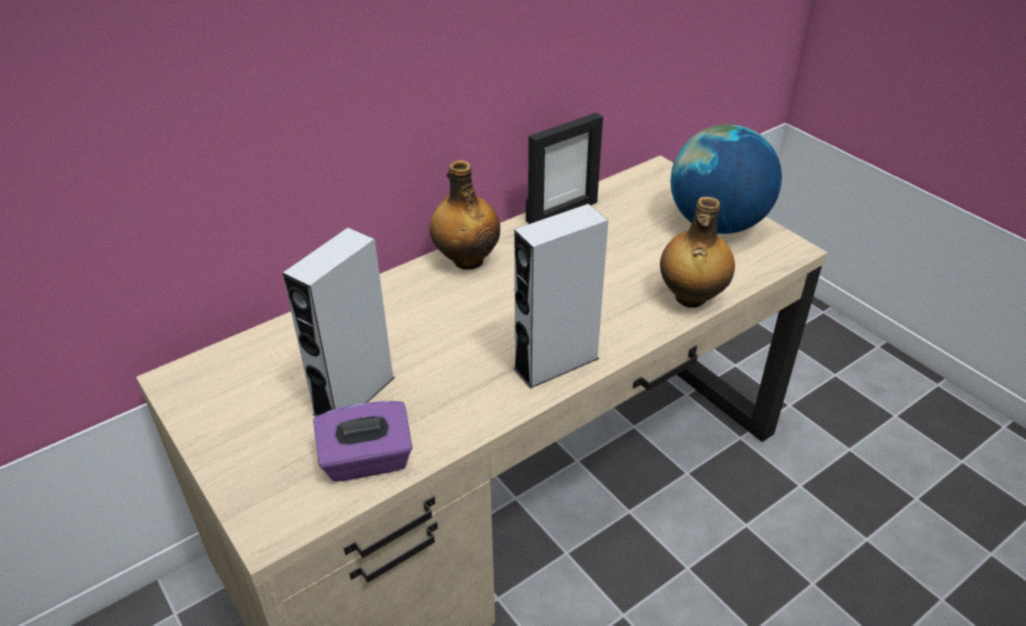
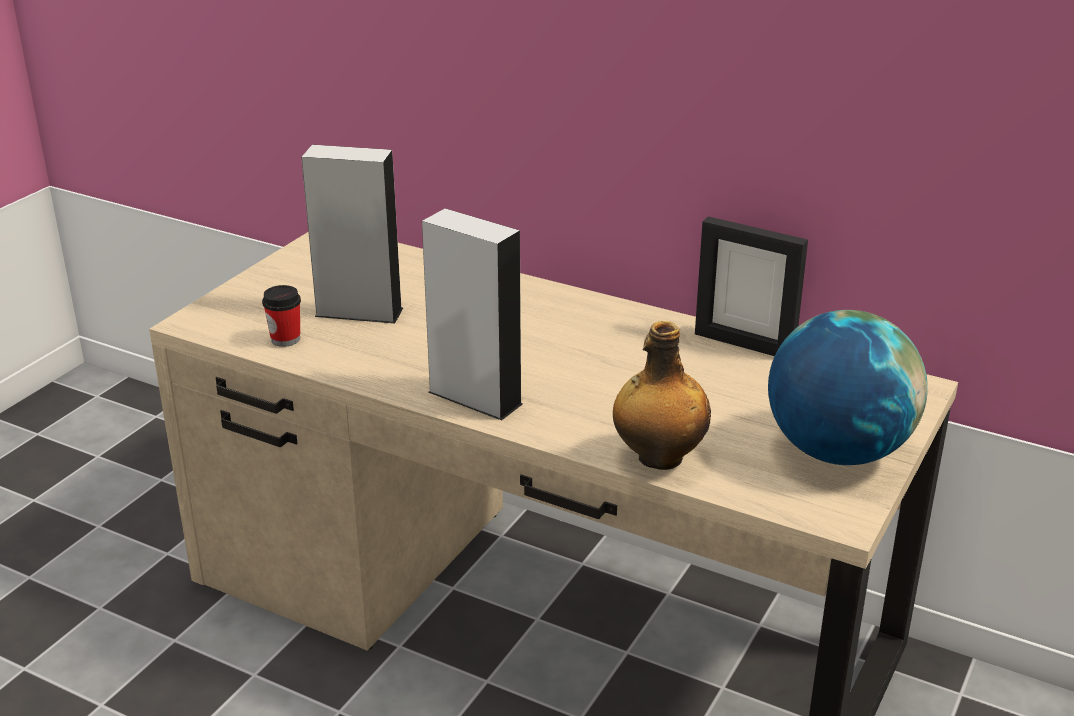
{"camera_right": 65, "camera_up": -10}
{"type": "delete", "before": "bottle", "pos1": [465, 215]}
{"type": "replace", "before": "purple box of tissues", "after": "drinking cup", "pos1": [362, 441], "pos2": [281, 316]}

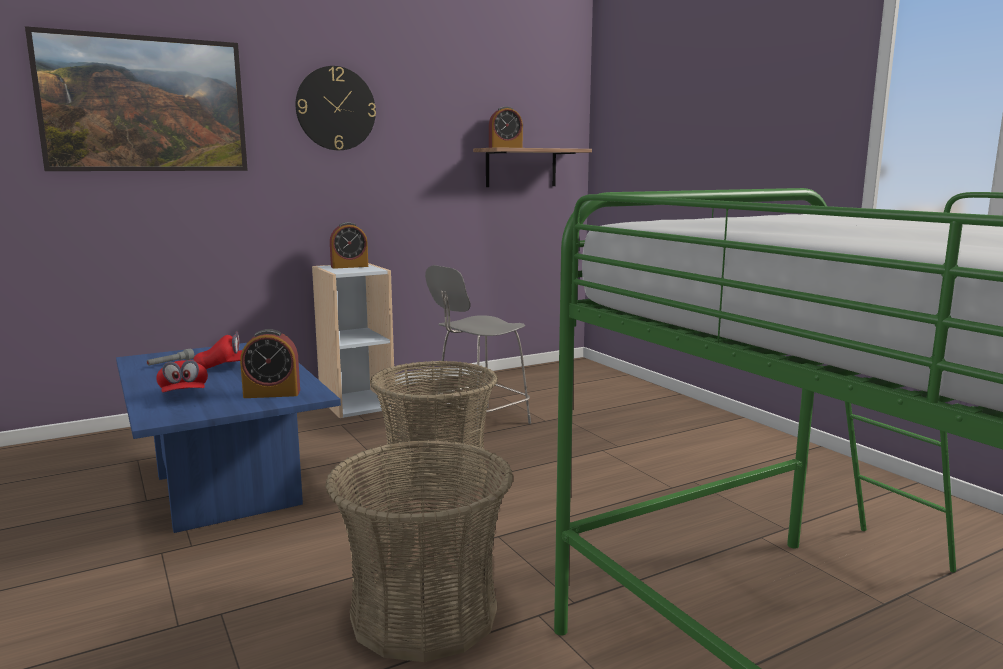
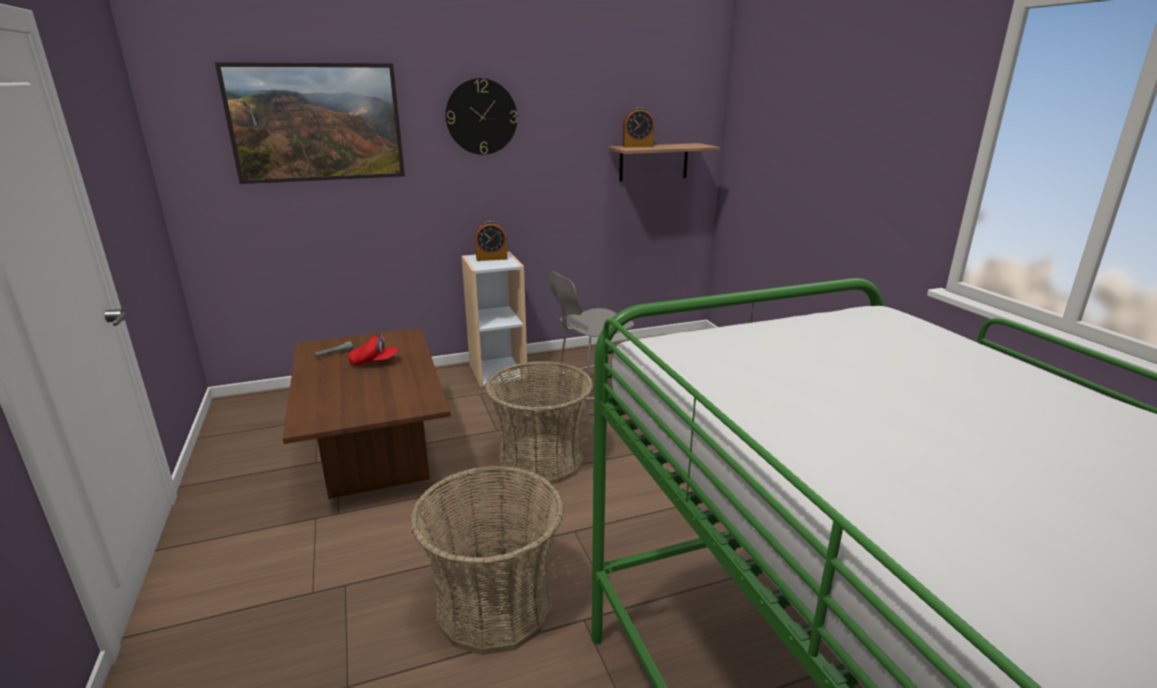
{"camera_right": 10, "camera_up": 10}
{"type": "delete", "before": "reddish baseball cap", "pos1": [182, 376]}
{"type": "delete", "before": "alarm clock", "pos1": [270, 363]}
{"type": "recolor", "before": "blue coffee table", "after": "brownish coffee table", "pos1": [228, 438], "pos2": [367, 413]}

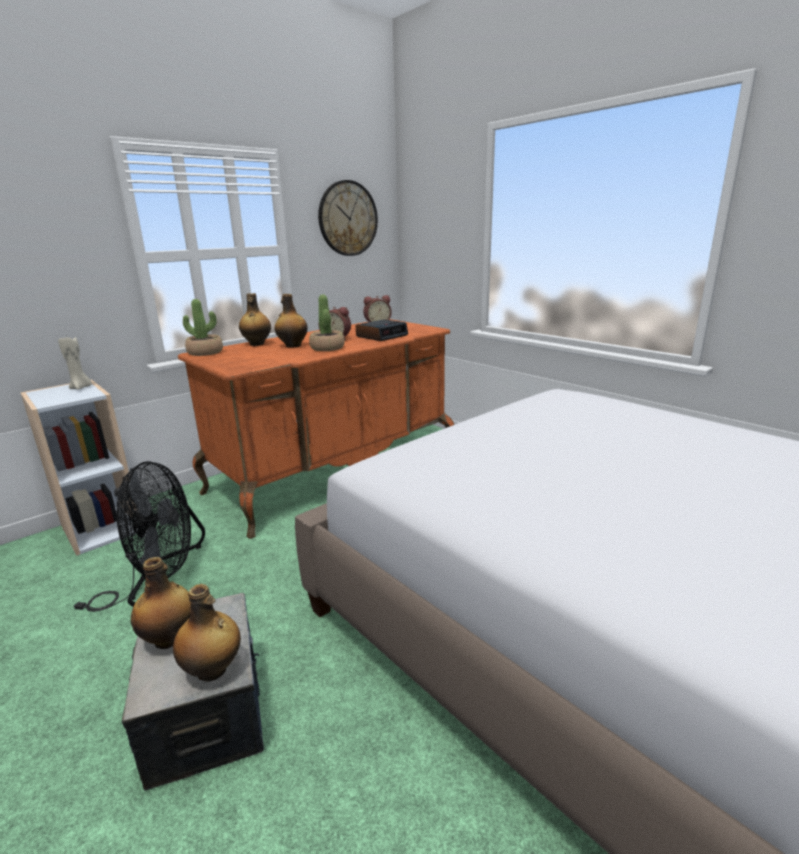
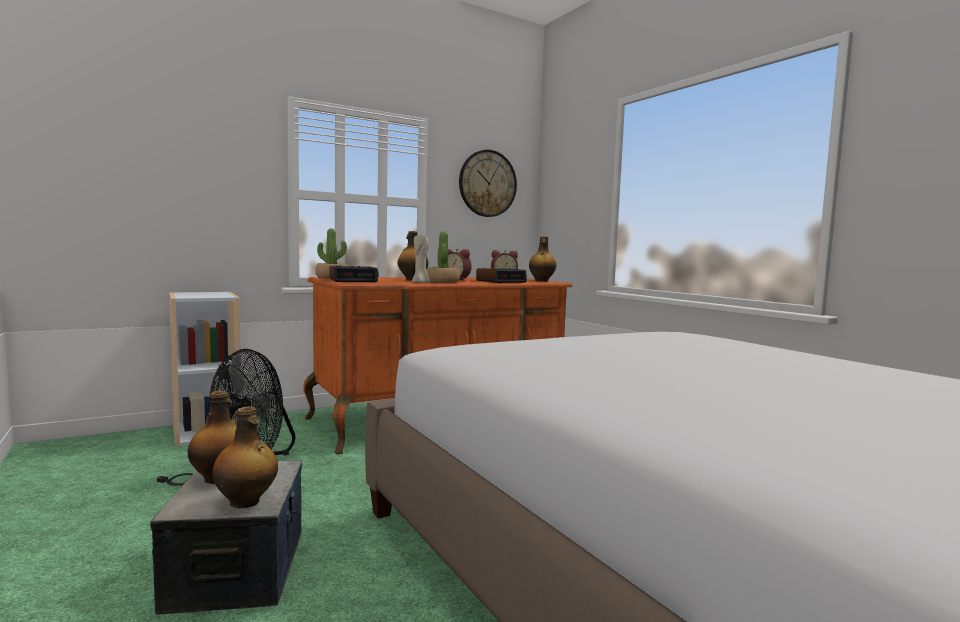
{"camera_right": 10, "camera_up": -15}
{"type": "insert", "after": "alarm clock", "pos2": [354, 273]}
{"type": "move", "before": "sand-coloured wax candle", "pos1": [75, 362], "pos2": [421, 259]}
{"type": "move", "before": "bottle", "pos1": [255, 319], "pos2": [543, 259]}

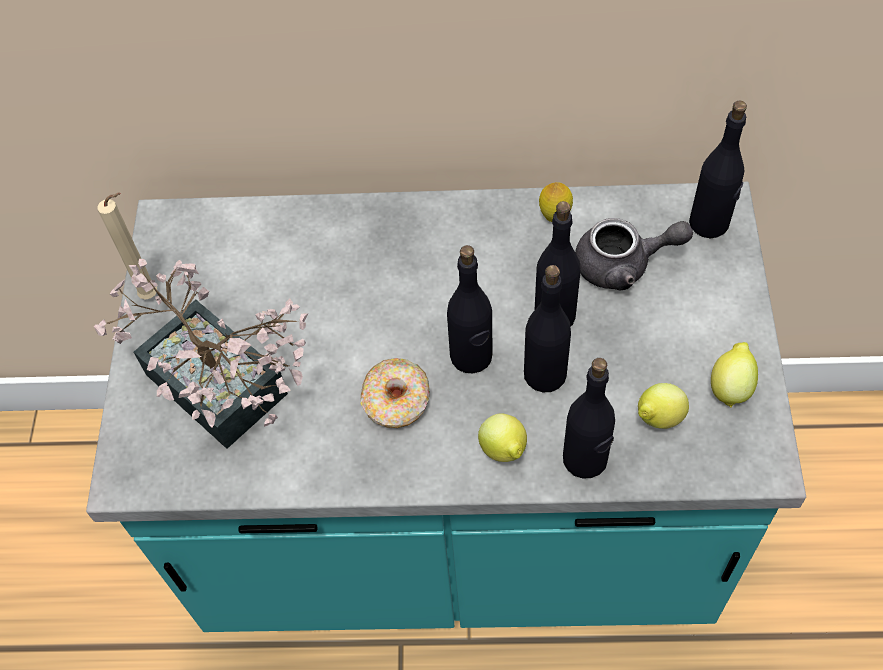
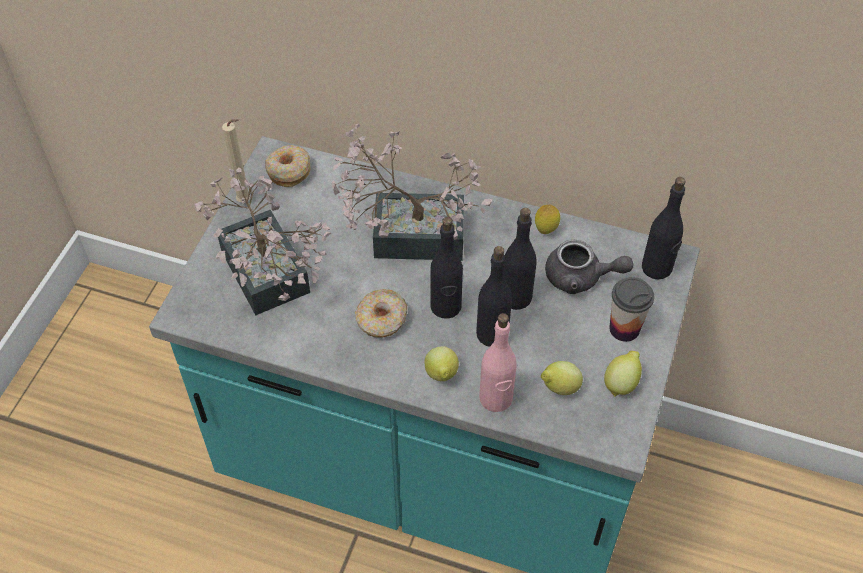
{"camera_right": 15, "camera_up": -5}
{"type": "insert", "after": "donut", "pos2": [288, 166]}
{"type": "insert", "after": "houseplant", "pos2": [412, 192]}
{"type": "insert", "after": "drinking cup", "pos2": [631, 309]}
{"type": "recolor", "before": "black bottle", "after": "pink bottle", "pos1": [589, 418], "pos2": [498, 362]}

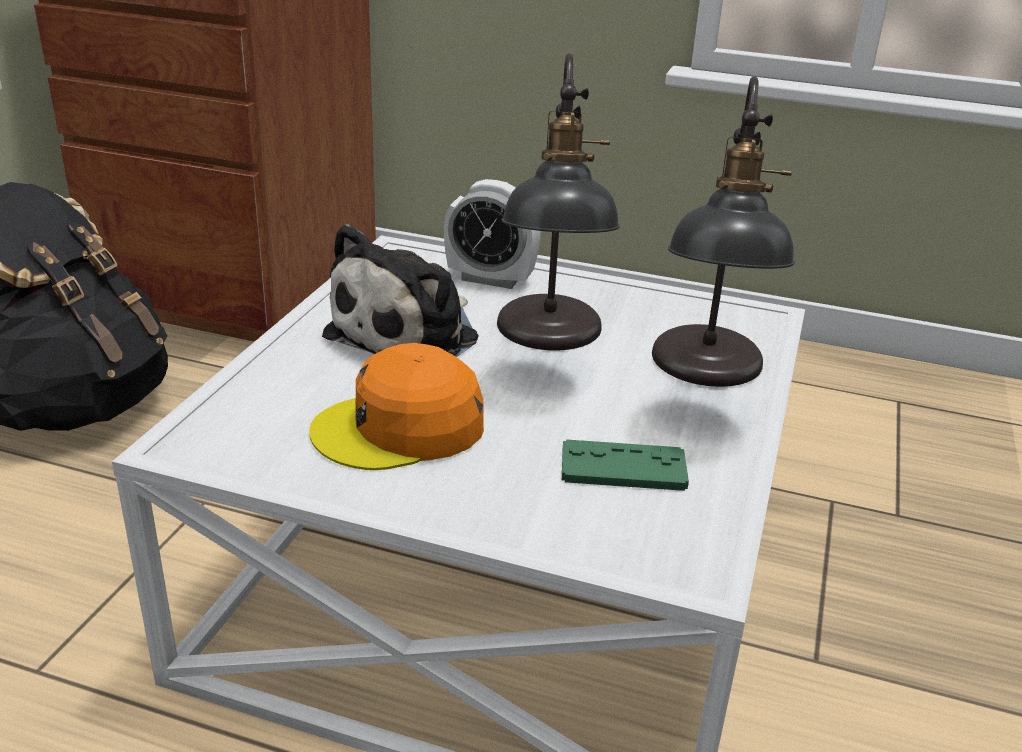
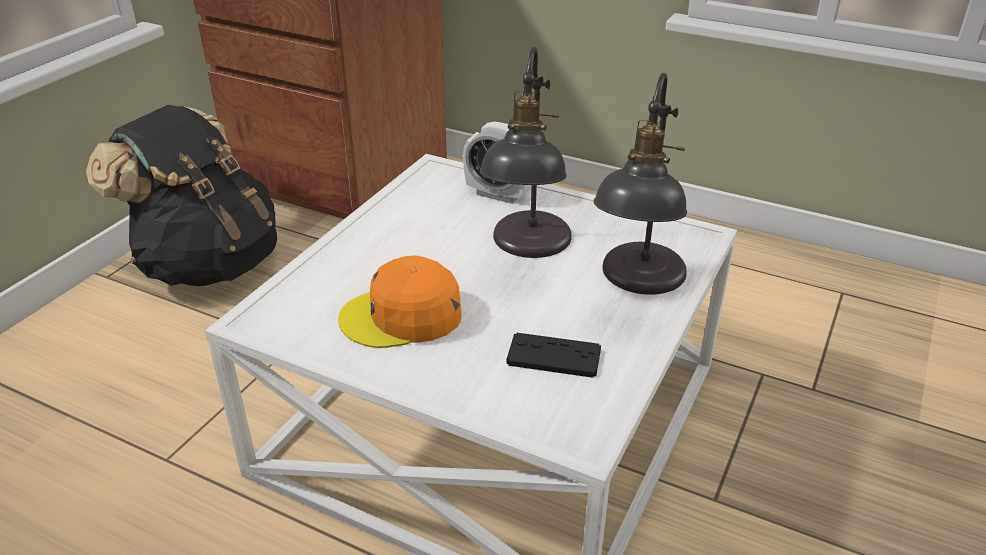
{"camera_right": 10, "camera_up": 5}
{"type": "delete", "before": "plush toy", "pos1": [400, 290]}
{"type": "recolor", "before": "green-coloured gamepad", "after": "black gamepad", "pos1": [625, 465], "pos2": [553, 355]}

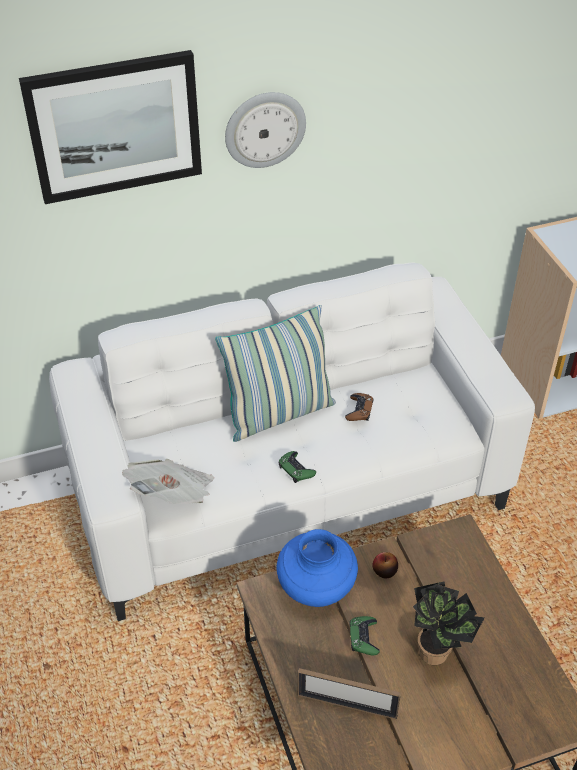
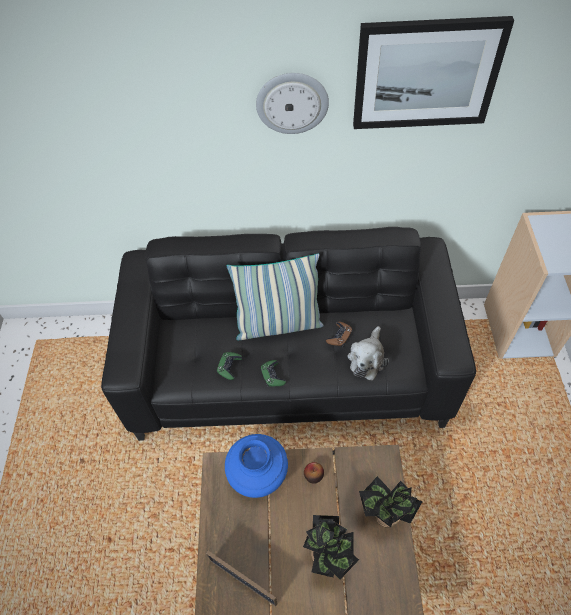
{"camera_right": 20, "camera_up": 10}
{"type": "delete", "before": "daily paper", "pos1": [168, 481]}
{"type": "insert", "after": "plush toy", "pos2": [368, 353]}
{"type": "insert", "after": "houseplant", "pos2": [391, 501]}
{"type": "move", "before": "wall art", "pos1": [110, 127], "pos2": [433, 72]}
{"type": "move", "before": "green-coloured gamepad", "pos1": [365, 635], "pos2": [229, 366]}
{"type": "recolor", "before": "white-coloured settee", "after": "black settee", "pos1": [292, 442], "pos2": [288, 334]}

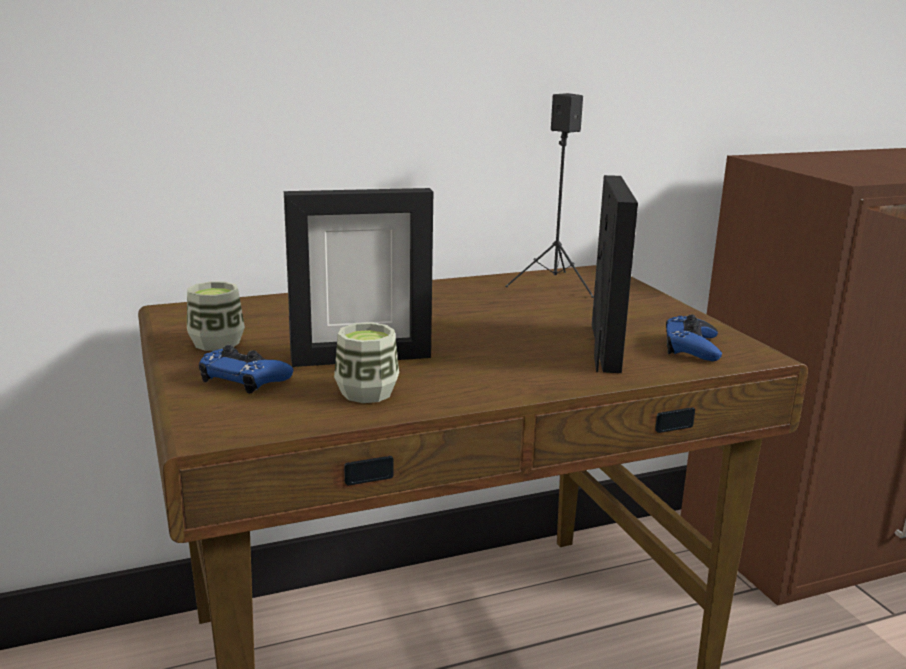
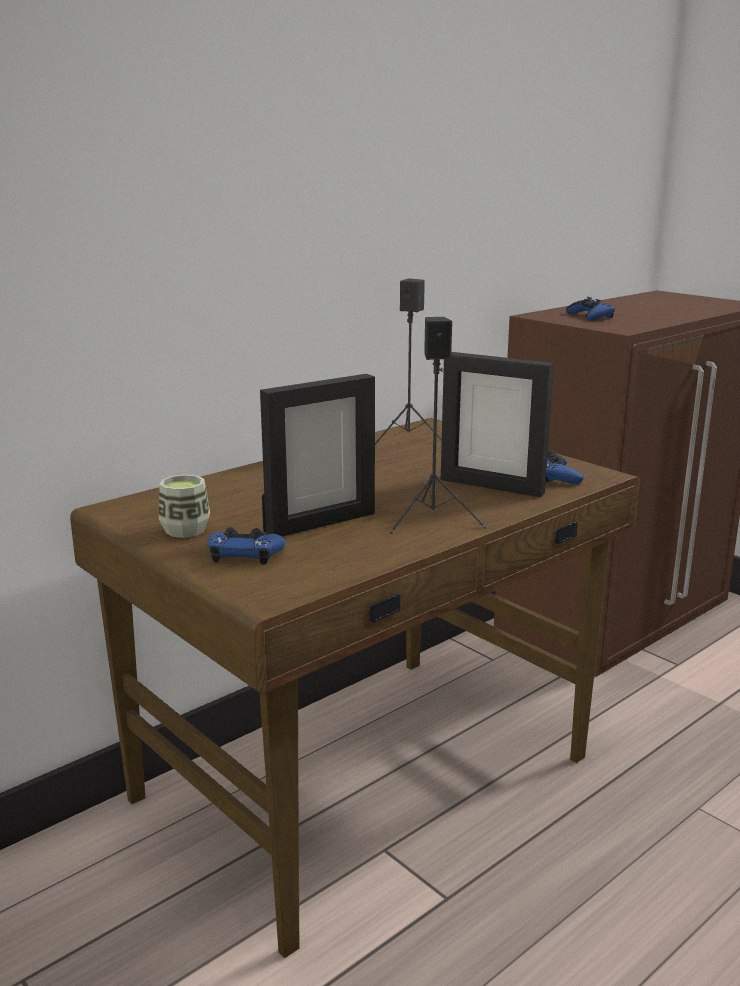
{"camera_right": -20, "camera_up": 0}
{"type": "delete", "before": "drinking cup", "pos1": [366, 362]}
{"type": "insert", "after": "black loudspeaker", "pos2": [438, 425]}
{"type": "insert", "after": "blue gamepad", "pos2": [590, 309]}
{"type": "rotate", "before": "photo frame", "pos1": [615, 274], "pos2": [497, 424], "turn": 135}

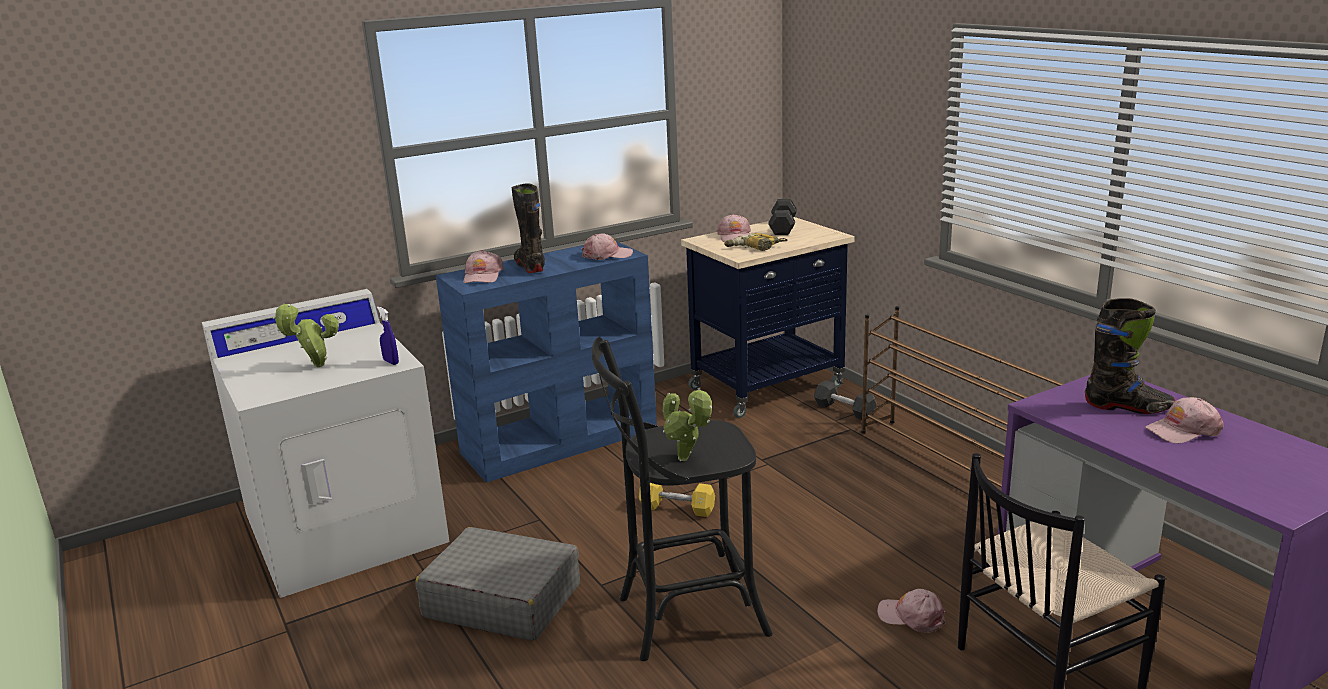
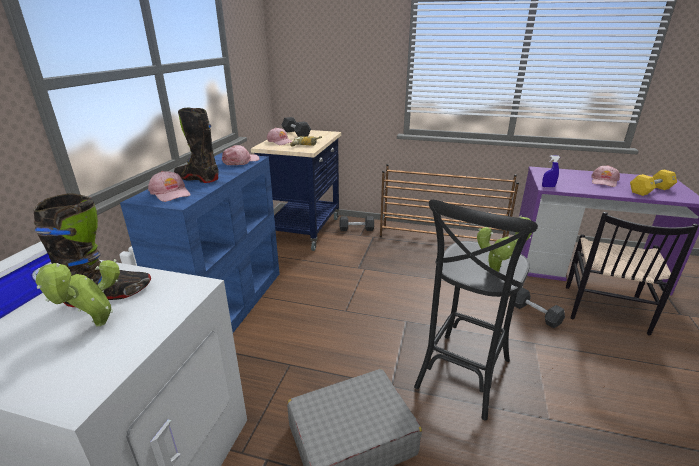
{"camera_right": -45, "camera_up": 5}
{"type": "move", "before": "blue sprayer", "pos1": [388, 336], "pos2": [551, 171]}
{"type": "move", "before": "yellow-coloured dumbbell", "pos1": [677, 500], "pos2": [653, 183]}
{"type": "move", "before": "black tall boot", "pos1": [1130, 356], "pos2": [92, 250]}
{"type": "replace", "before": "pink baseball cap", "after": "black dumbbell", "pos1": [911, 611], "pos2": [539, 307]}

